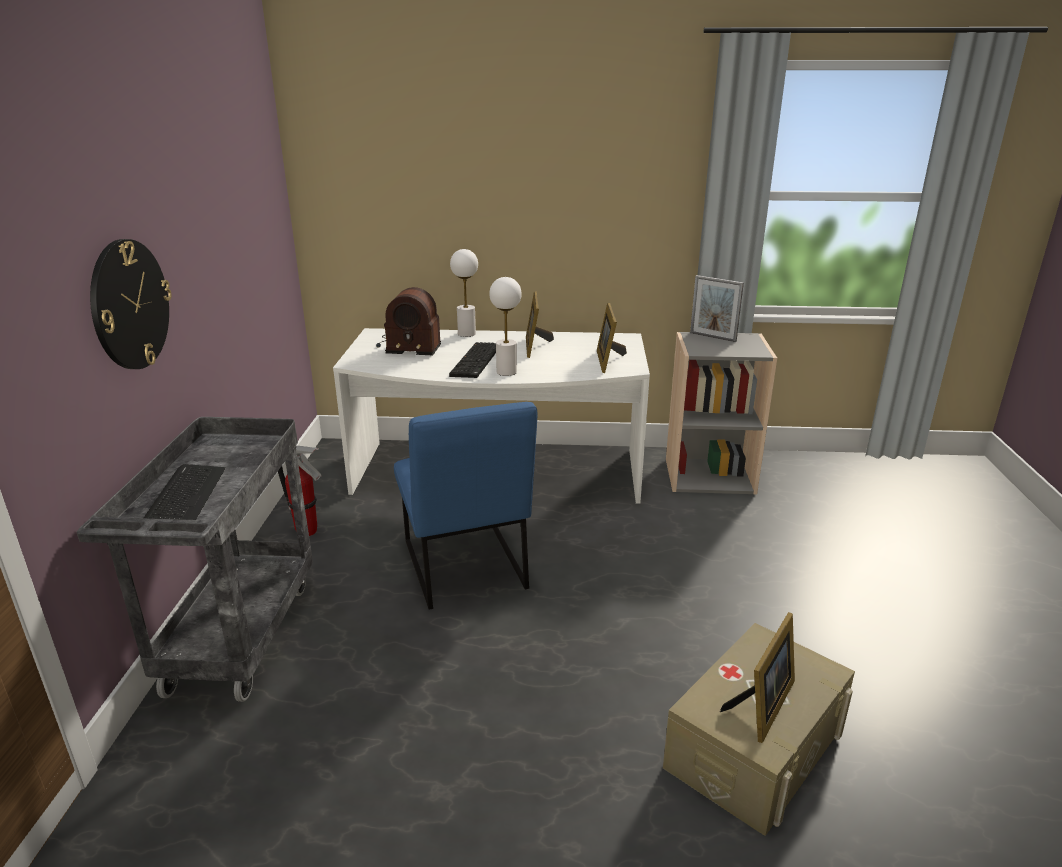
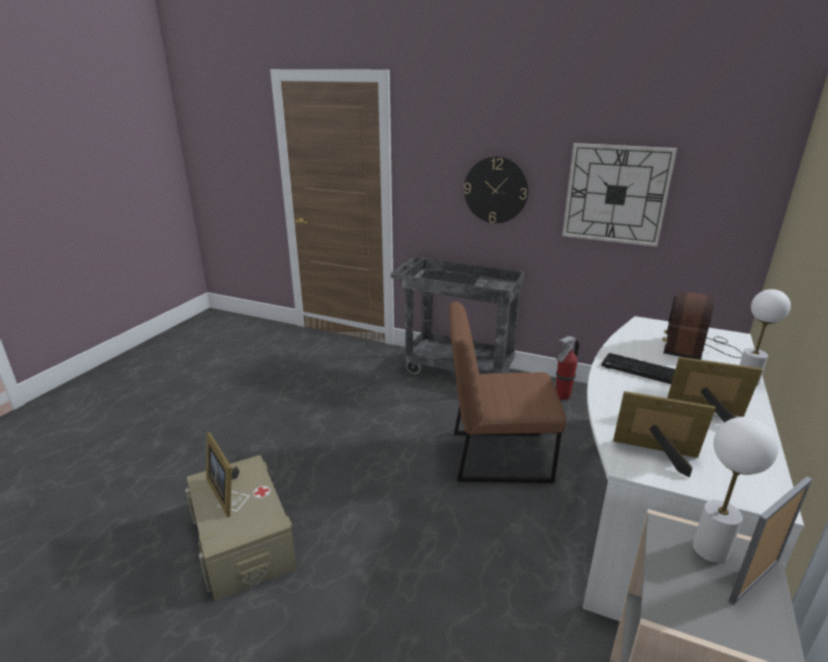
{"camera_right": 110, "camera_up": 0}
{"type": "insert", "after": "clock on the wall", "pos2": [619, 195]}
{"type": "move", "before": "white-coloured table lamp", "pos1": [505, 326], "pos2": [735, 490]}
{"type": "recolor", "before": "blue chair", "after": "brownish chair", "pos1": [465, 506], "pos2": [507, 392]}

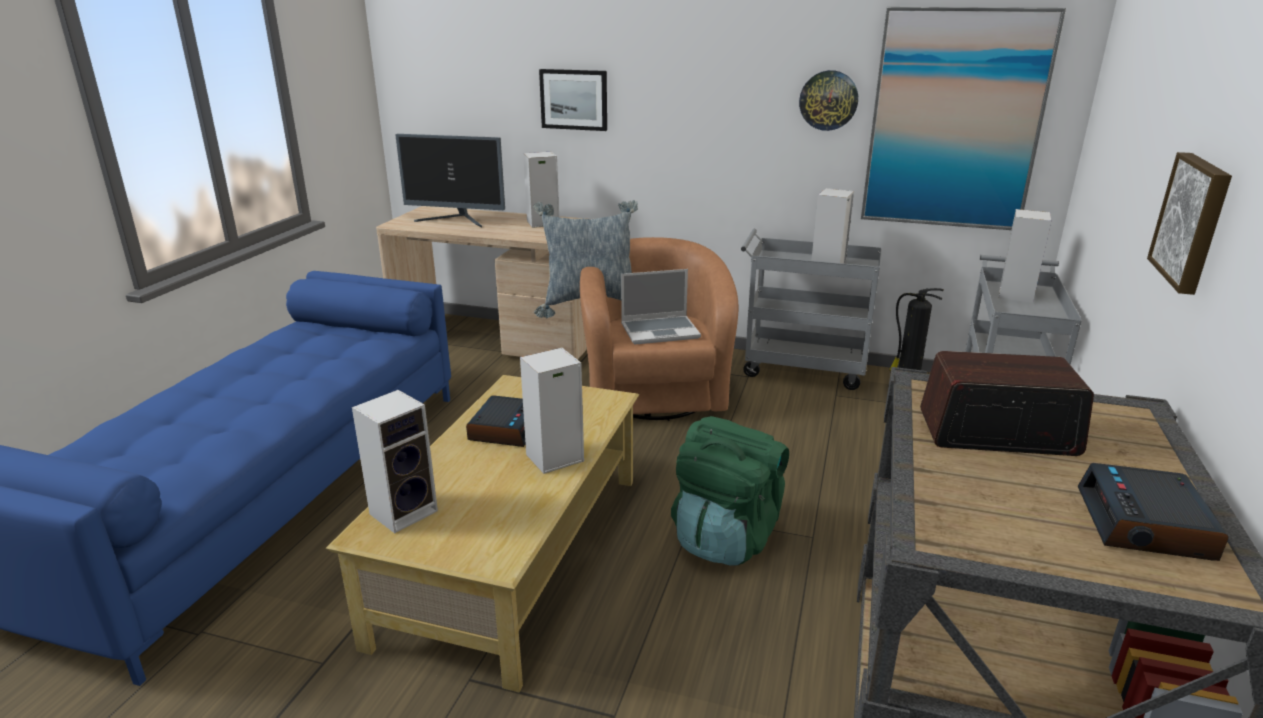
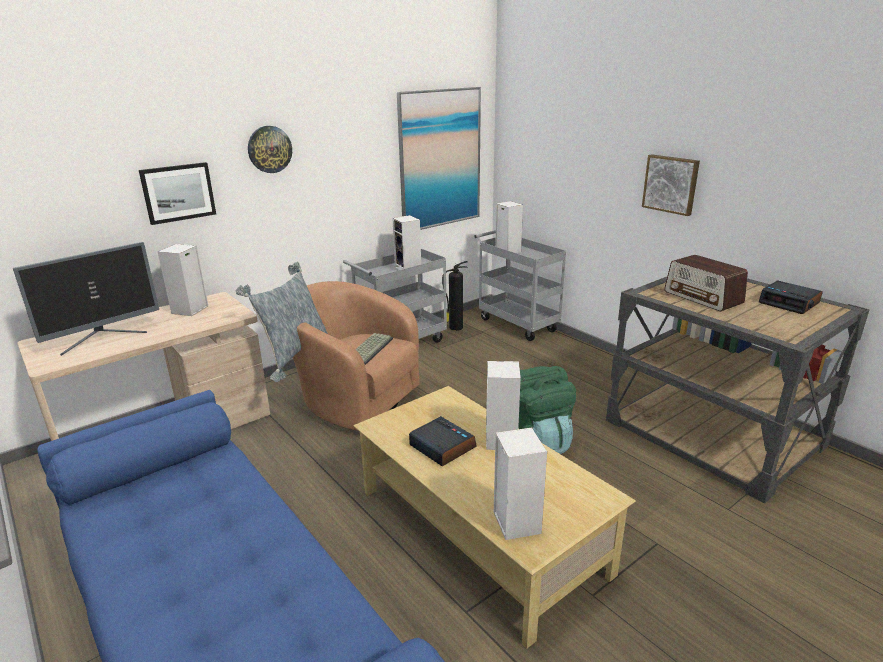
{"camera_right": -55, "camera_up": 0}
{"type": "move", "before": "clock on the wall", "pos1": [828, 100], "pos2": [270, 149]}
{"type": "replace", "before": "laptop", "after": "keyboard", "pos1": [661, 306], "pos2": [374, 349]}
{"type": "rotate", "before": "radio", "pos1": [1007, 403], "pos2": [706, 283], "turn": -75}

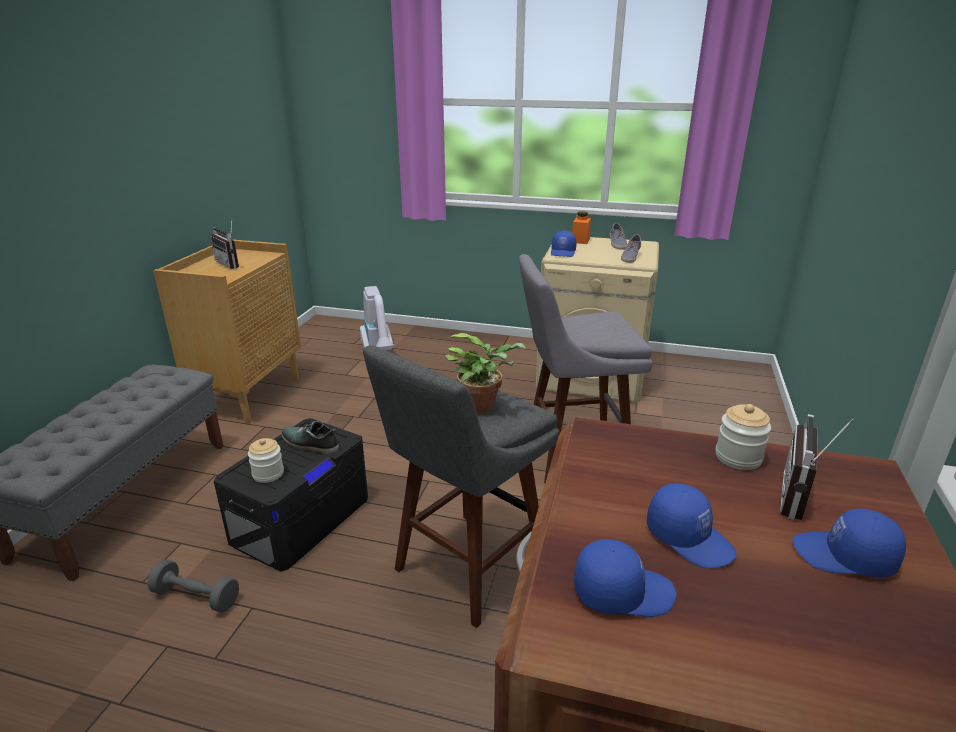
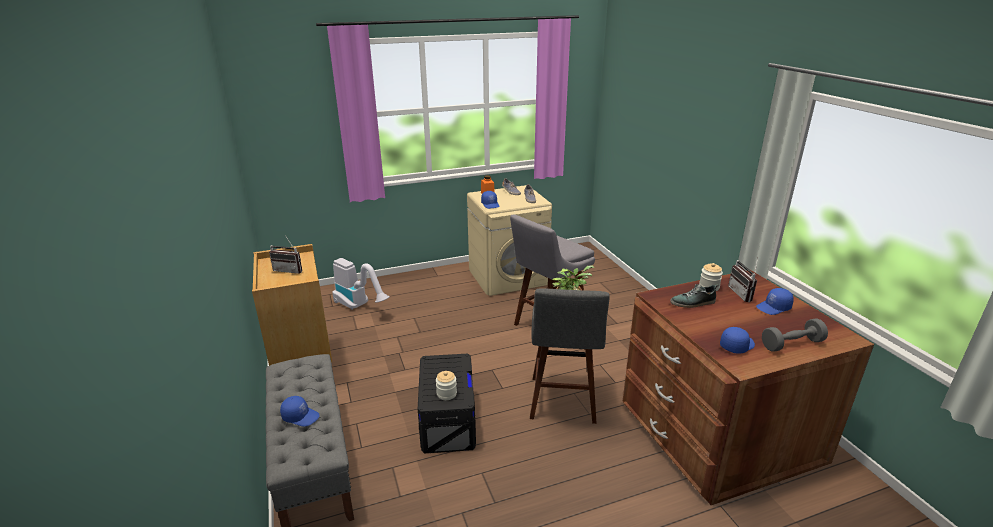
{"camera_right": -35, "camera_up": 0}
{"type": "move", "before": "grey dumbbell", "pos1": [193, 586], "pos2": [795, 335]}
{"type": "move", "before": "shoe", "pos1": [310, 437], "pos2": [694, 296]}
{"type": "move", "before": "blue baseball cap", "pos1": [692, 525], "pos2": [299, 411]}

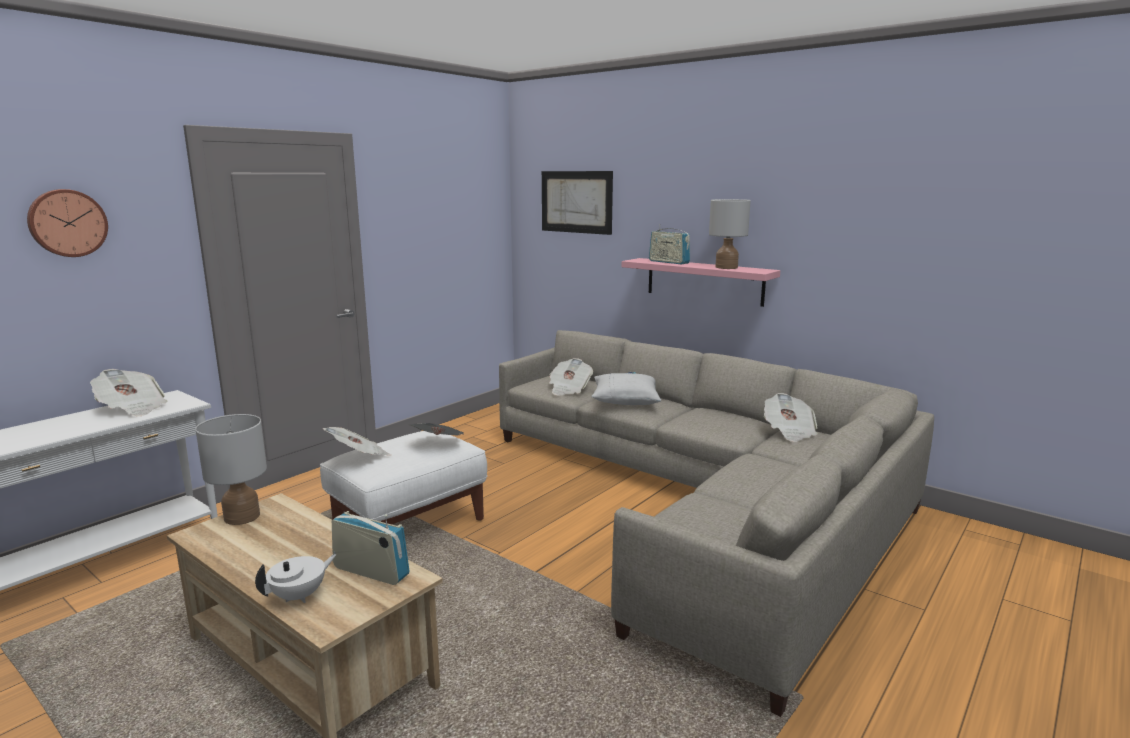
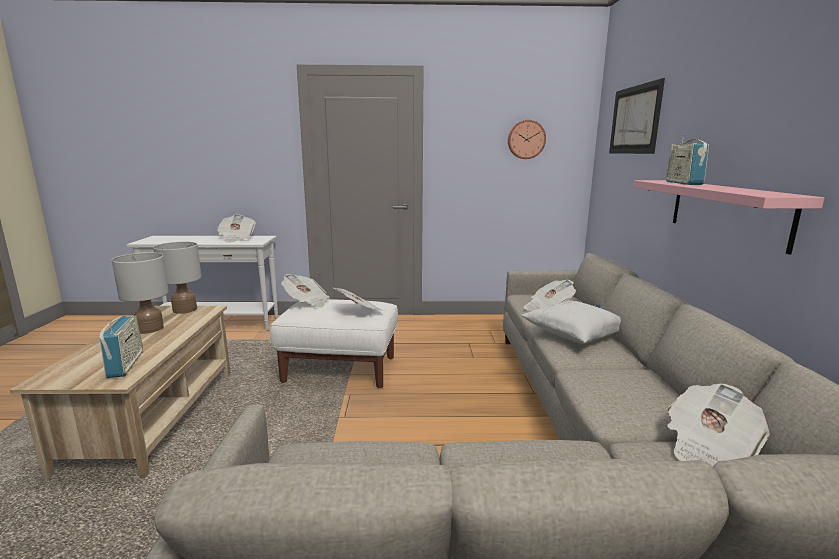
{"camera_right": 50, "camera_up": 0}
{"type": "delete", "before": "white-coloured pot for tea", "pos1": [295, 578]}
{"type": "move", "before": "clock on the wall", "pos1": [67, 223], "pos2": [527, 139]}
{"type": "move", "before": "grey table lamp", "pos1": [730, 234], "pos2": [140, 293]}

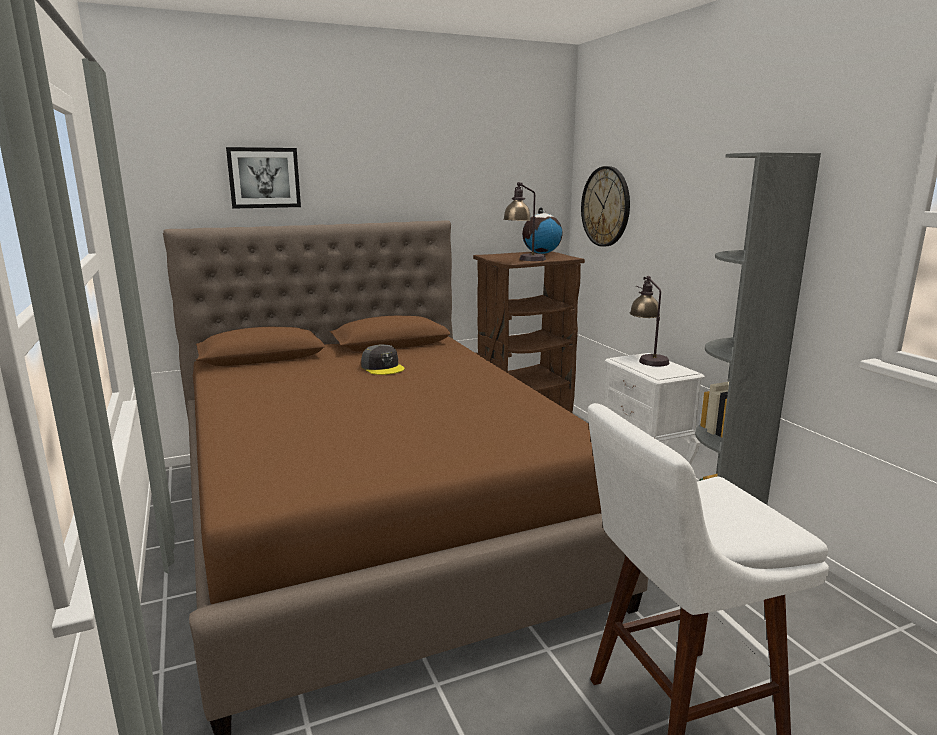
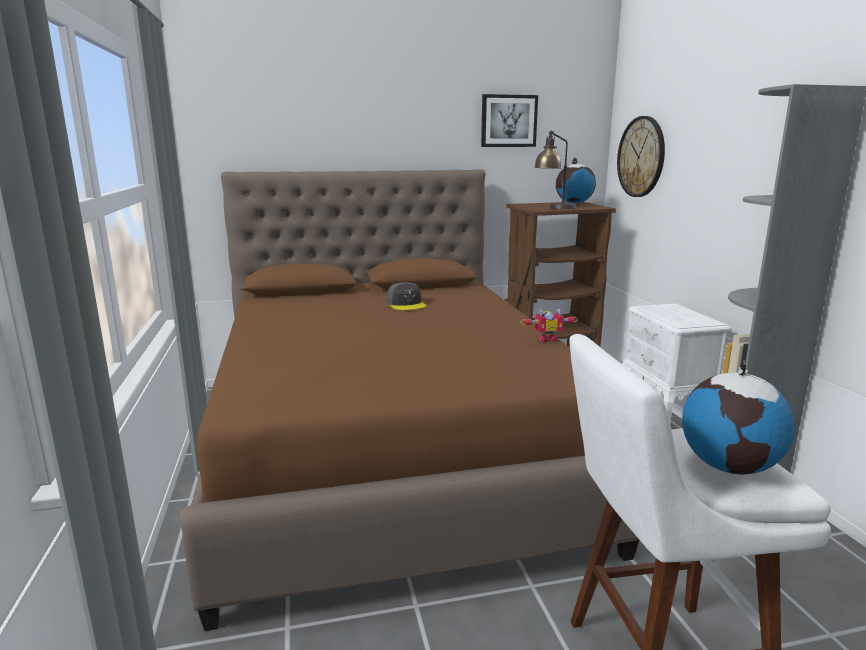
{"camera_right": 10, "camera_up": 0}
{"type": "delete", "before": "table lamp", "pos1": [650, 321]}
{"type": "insert", "after": "toy robot", "pos2": [549, 325]}
{"type": "insert", "after": "desk globe", "pos2": [738, 417]}
{"type": "move", "before": "wall art", "pos1": [263, 178], "pos2": [509, 120]}

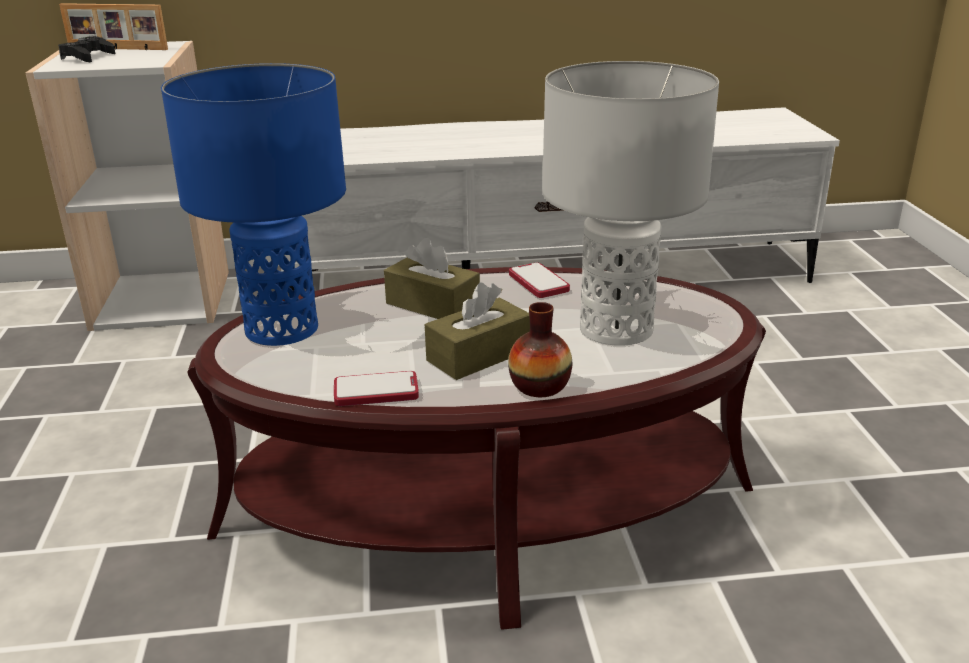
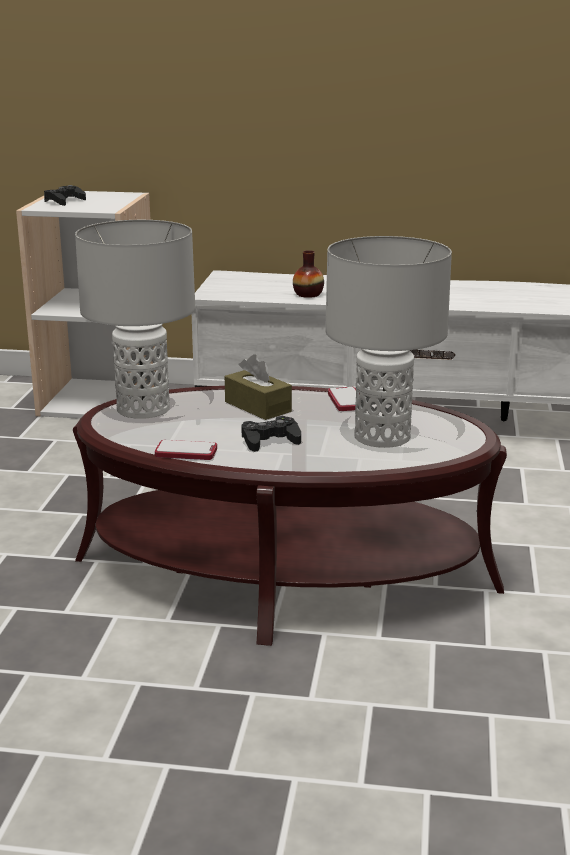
{"camera_right": 15, "camera_up": -5}
{"type": "delete", "before": "photo frame", "pos1": [113, 26]}
{"type": "move", "before": "decorative vase", "pos1": [540, 349], "pos2": [308, 274]}
{"type": "replace", "before": "brownish box of tissues", "after": "black gamepad", "pos1": [477, 331], "pos2": [271, 434]}
{"type": "recolor", "before": "blue table lamp", "after": "white-coloured table lamp", "pos1": [253, 204], "pos2": [135, 319]}

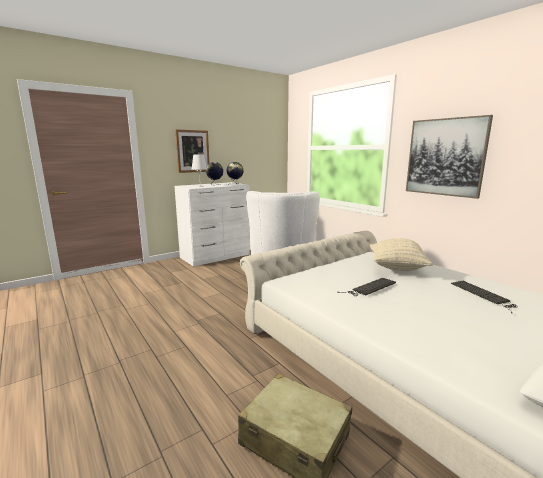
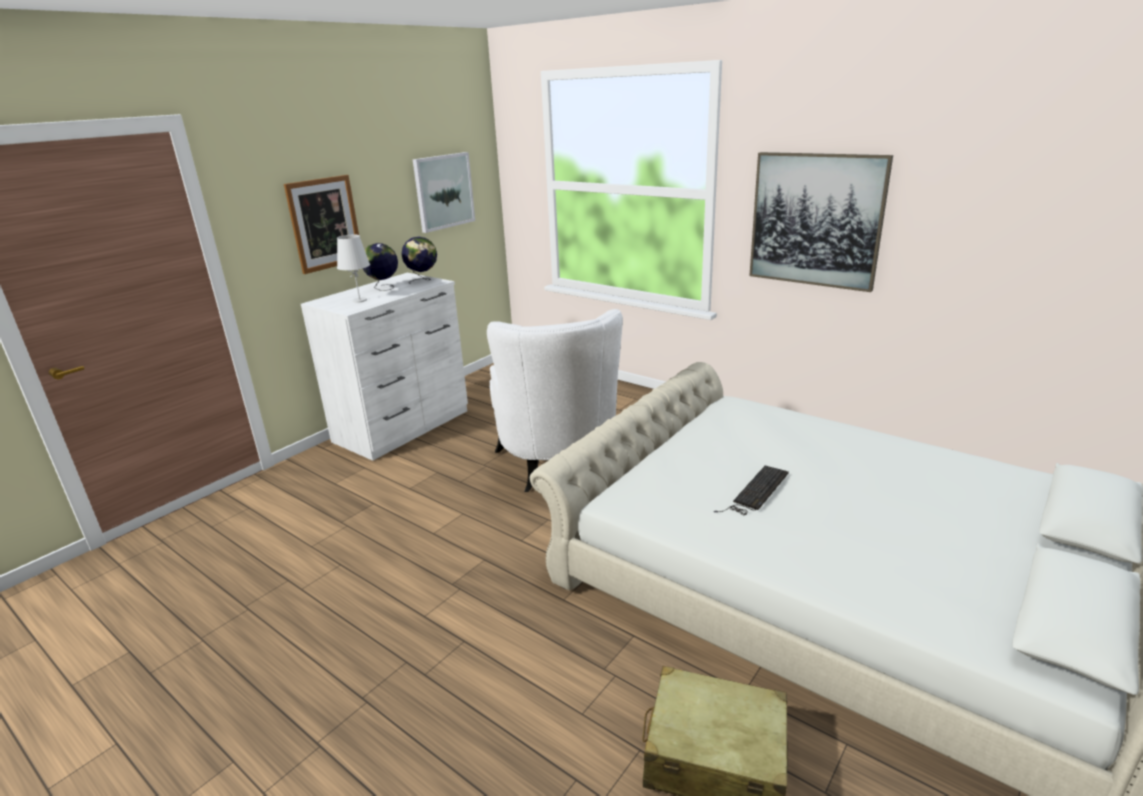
{"camera_right": -15, "camera_up": 10}
{"type": "delete", "before": "sand-coloured pillow", "pos1": [401, 254]}
{"type": "delete", "before": "keyboard", "pos1": [484, 297]}
{"type": "insert", "after": "wall art", "pos2": [444, 192]}

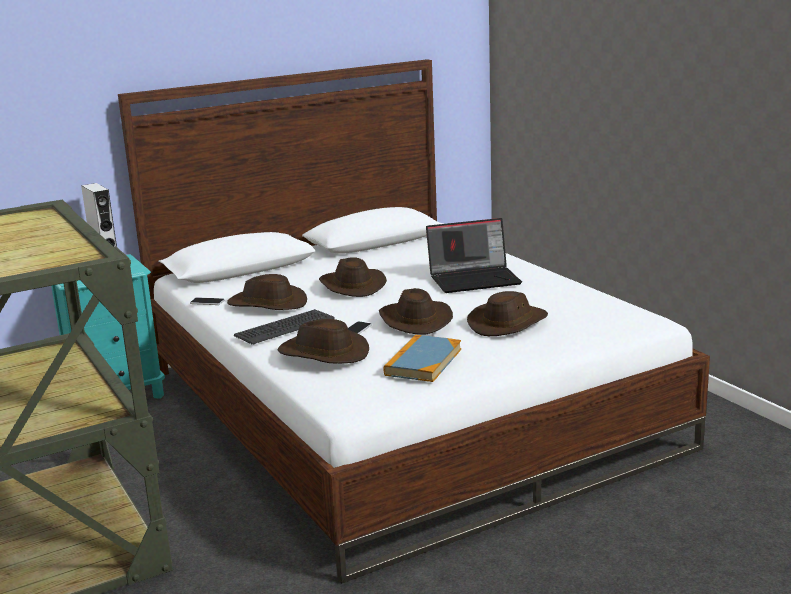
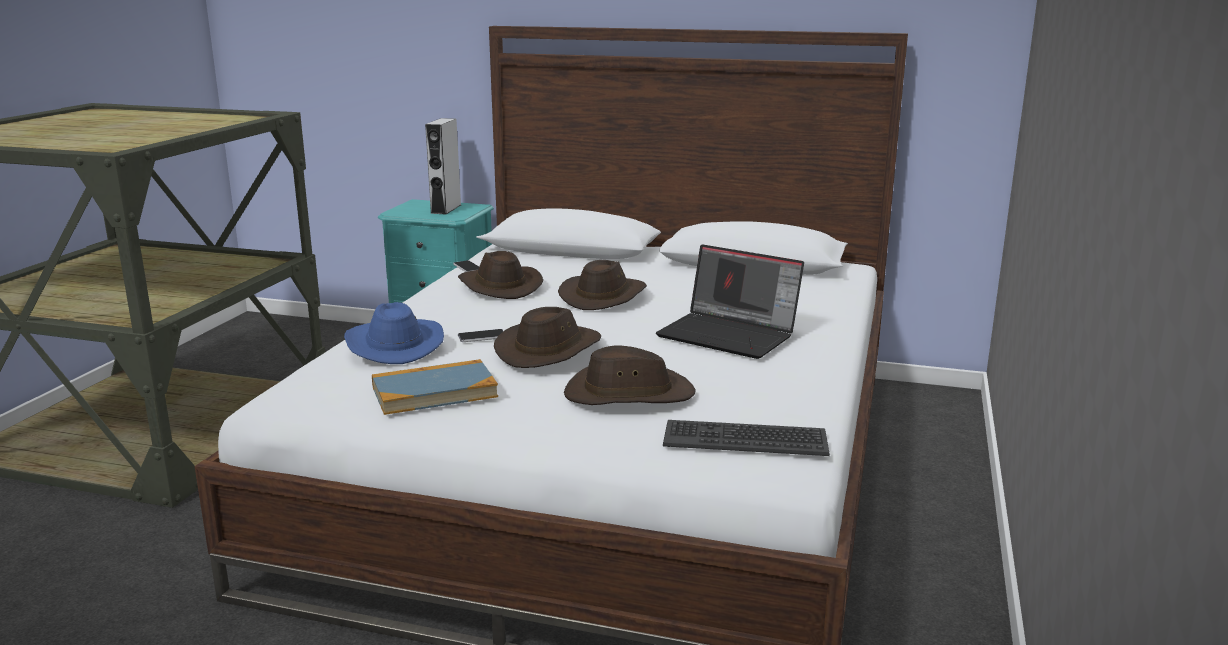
{"camera_right": 45, "camera_up": 0}
{"type": "move", "before": "keyboard", "pos1": [284, 326], "pos2": [746, 438]}
{"type": "recolor", "before": "brownish wearable hat", "after": "blue wearable hat", "pos1": [323, 341], "pos2": [394, 333]}

